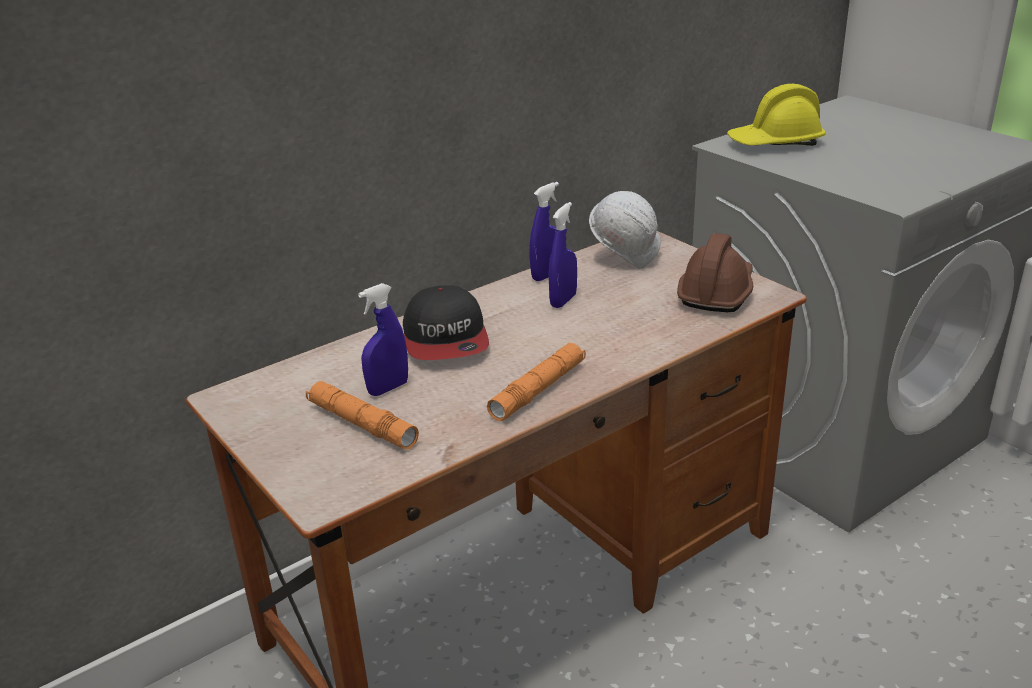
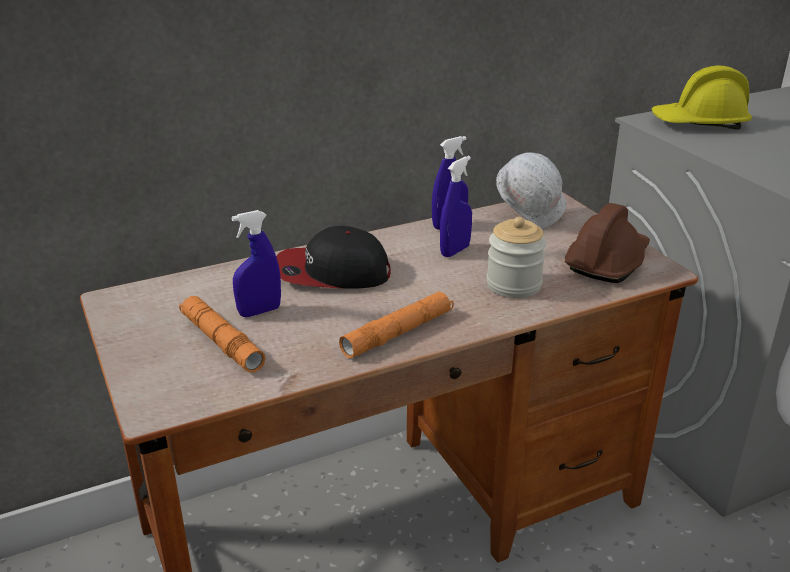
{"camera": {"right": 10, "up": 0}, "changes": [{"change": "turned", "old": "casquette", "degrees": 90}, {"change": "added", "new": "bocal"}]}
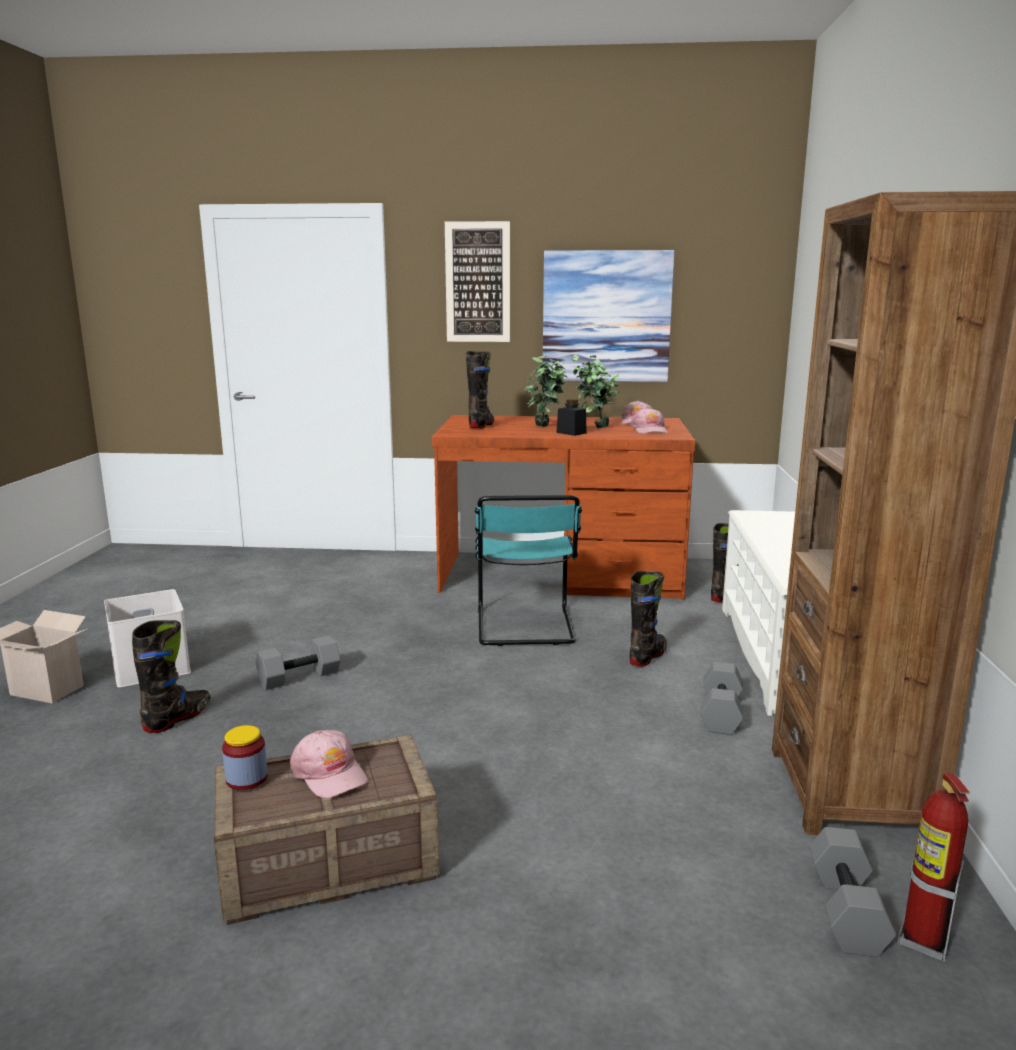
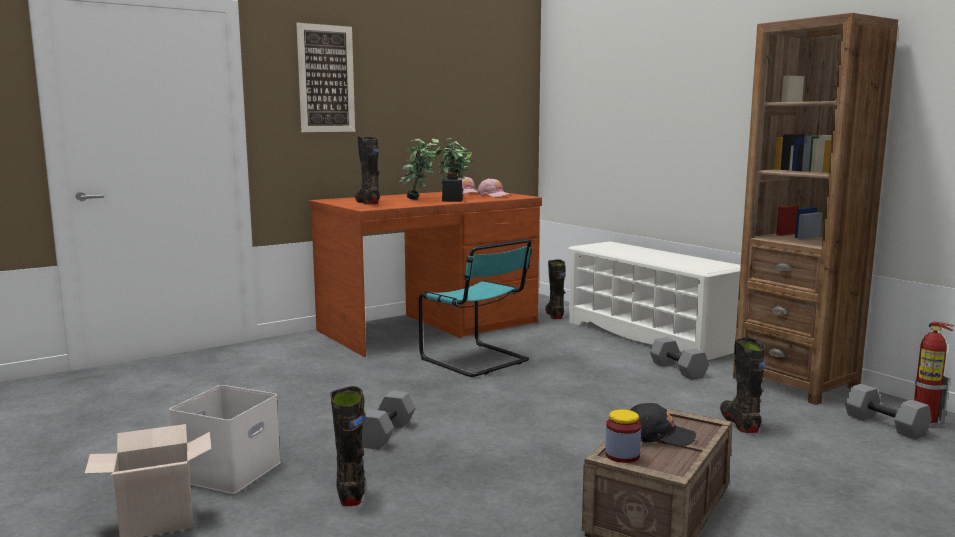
{"camera": {"right": -40, "up": -5}, "changes": [{"change": "recoloured", "old": "casquette [rose] (1st from left)", "new": "casquette [noir]"}, {"change": "moved", "old": "botte [noir] (3rd from left in the first image)", "new": "botte [noir] (4th from left)"}, {"change": "removed", "old": "tableau (2nd from left)"}]}
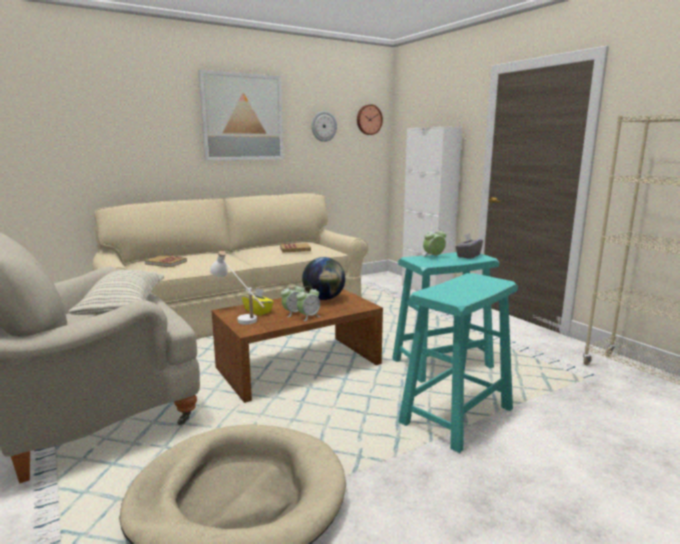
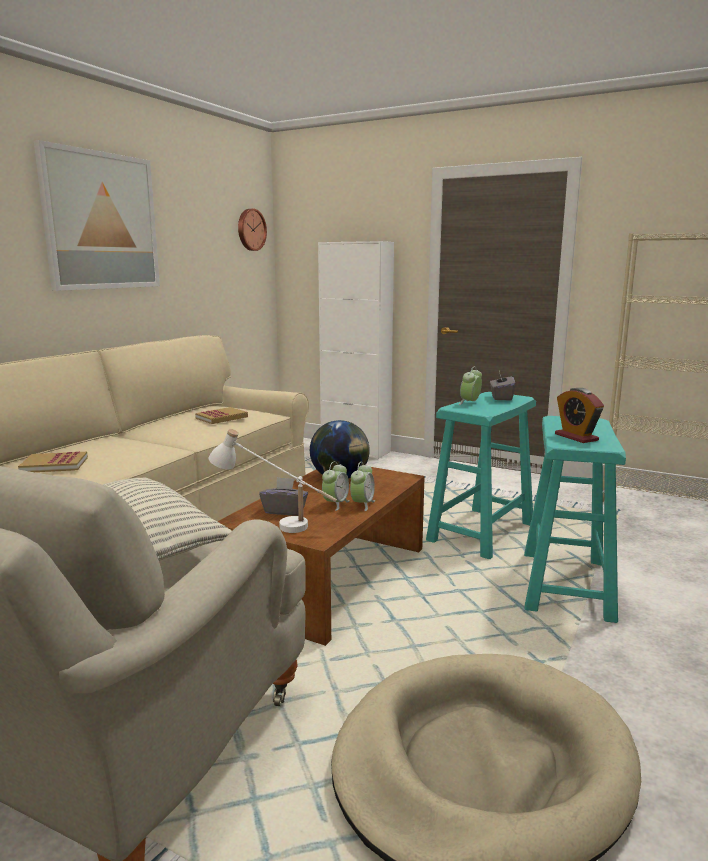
{"camera": {"right": -30, "up": 0}, "changes": [{"change": "recoloured", "old": "boîte à mouchoirs [jaune]", "new": "boîte à mouchoirs [gris] (1st from left)"}, {"change": "added", "new": "réveil (4th from left)"}, {"change": "removed", "old": "horloge murale (1st from left)"}]}
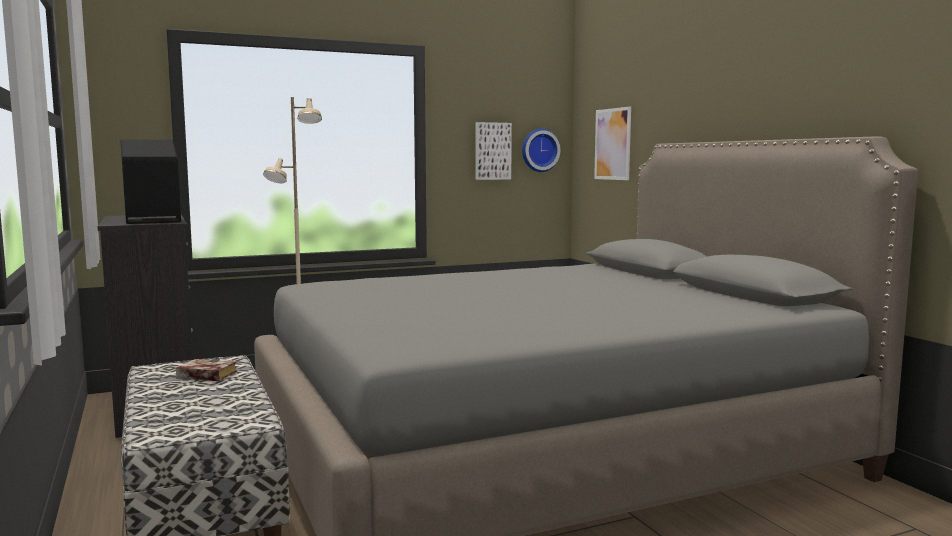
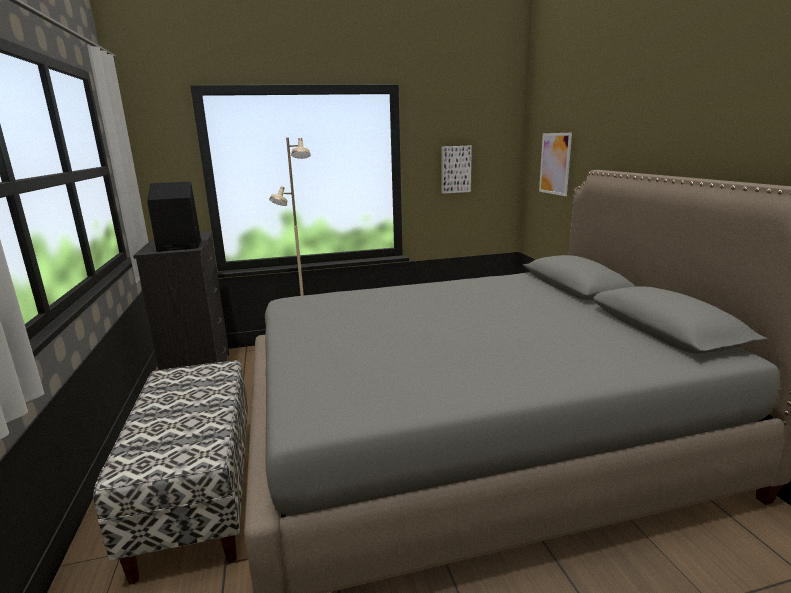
{"camera": {"right": 10, "up": 10}, "changes": [{"change": "removed", "old": "livre"}, {"change": "removed", "old": "horloge murale"}]}
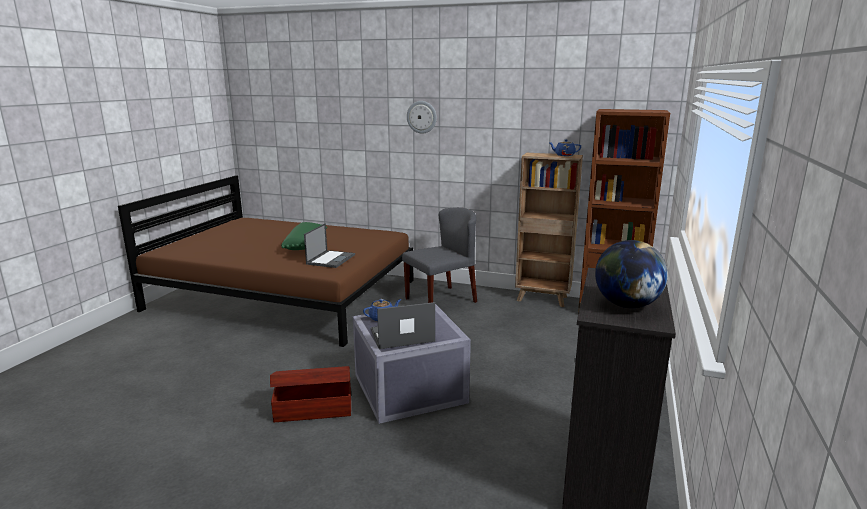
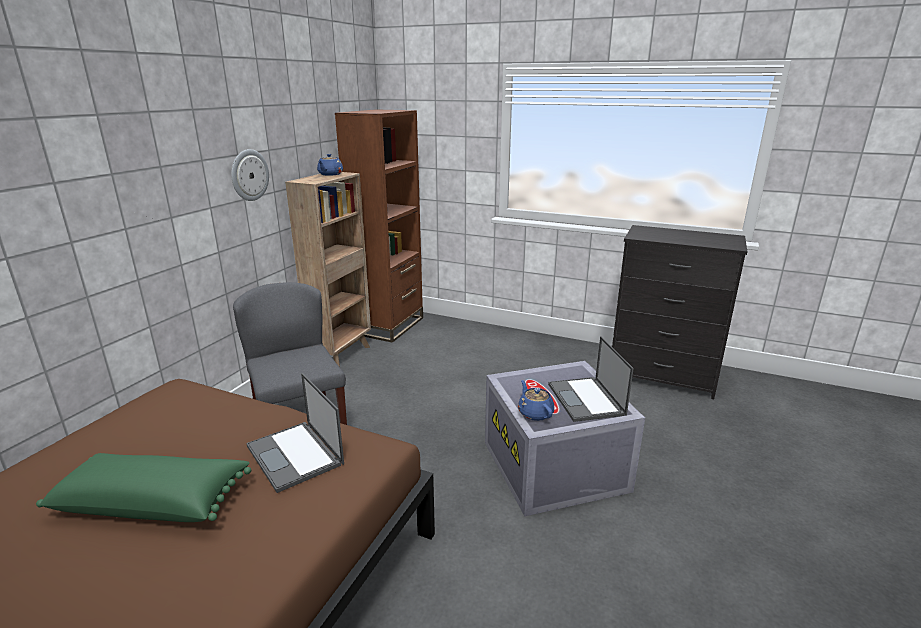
{"camera": {"right": -85, "up": 5}, "changes": [{"change": "moved", "old": "horloge murale"}, {"change": "turned", "old": "ordinateur portable (1st from left)", "degrees": -150}, {"change": "removed", "old": "boîte de rangement [marron]"}, {"change": "removed", "old": "globe"}]}
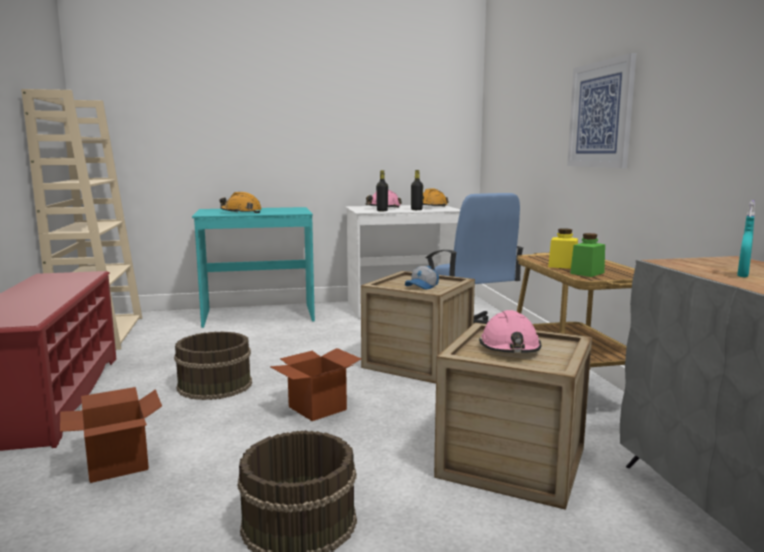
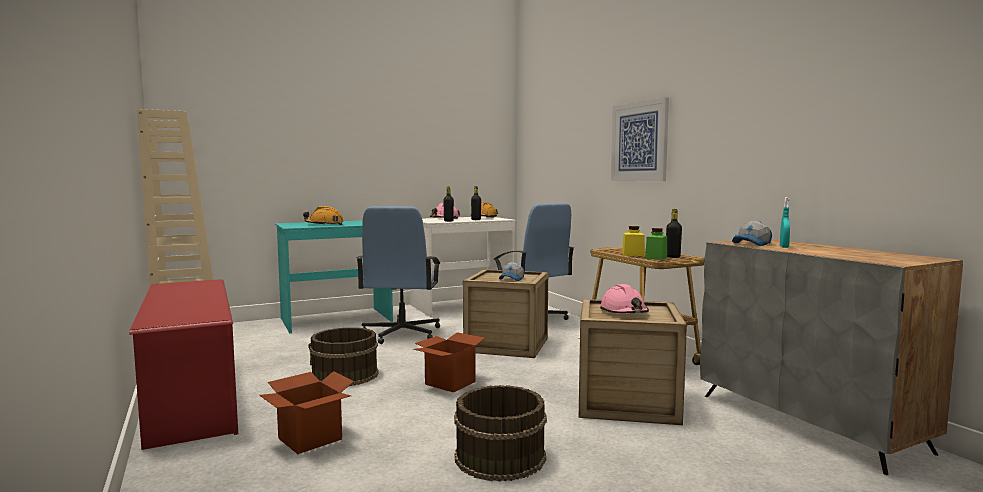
{"camera": {"right": -15, "up": -5}, "changes": [{"change": "added", "new": "chaise de bureau [bleu] (1st from left)"}, {"change": "added", "new": "bouteille [noir] (3rd from left)"}, {"change": "added", "new": "casquette (2nd from left)"}]}
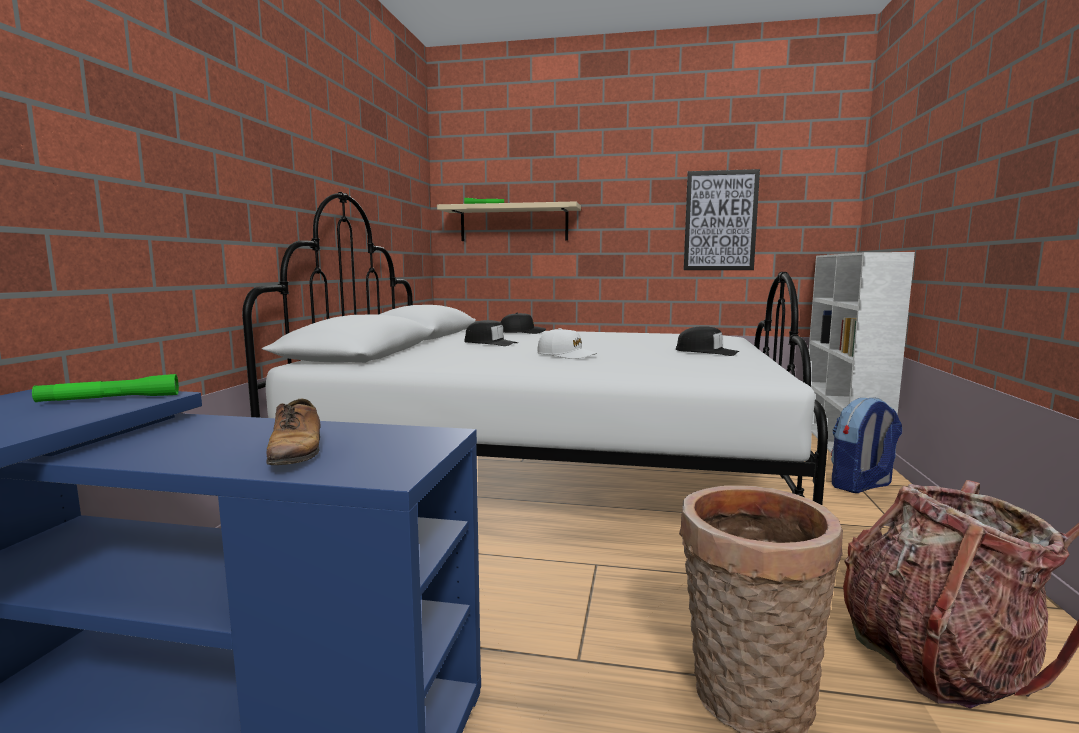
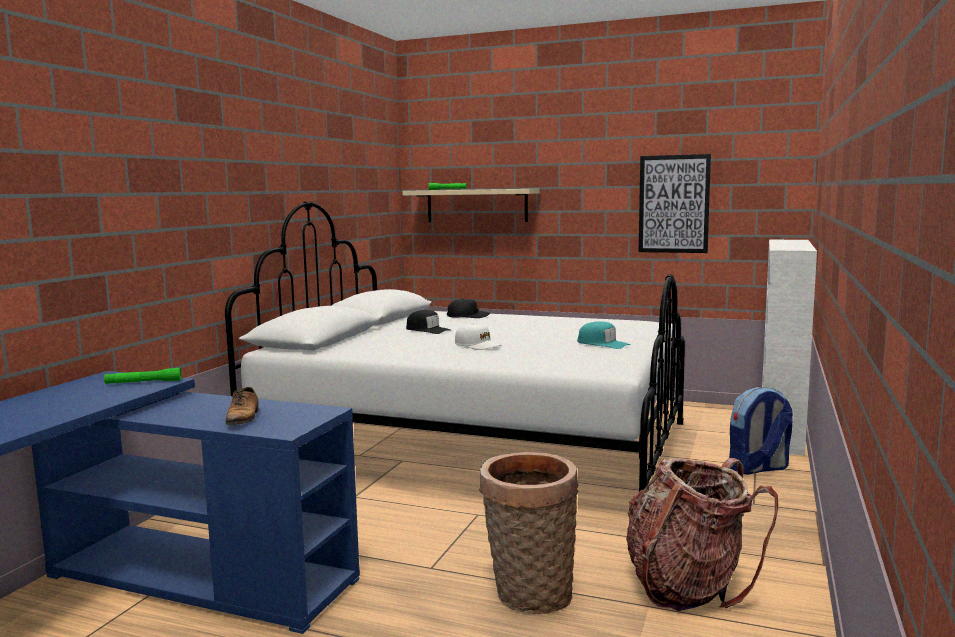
{"camera": {"right": 10, "up": 0}, "changes": [{"change": "recoloured", "old": "casquette [noir] (3rd from left)", "new": "casquette [turquoise]"}]}
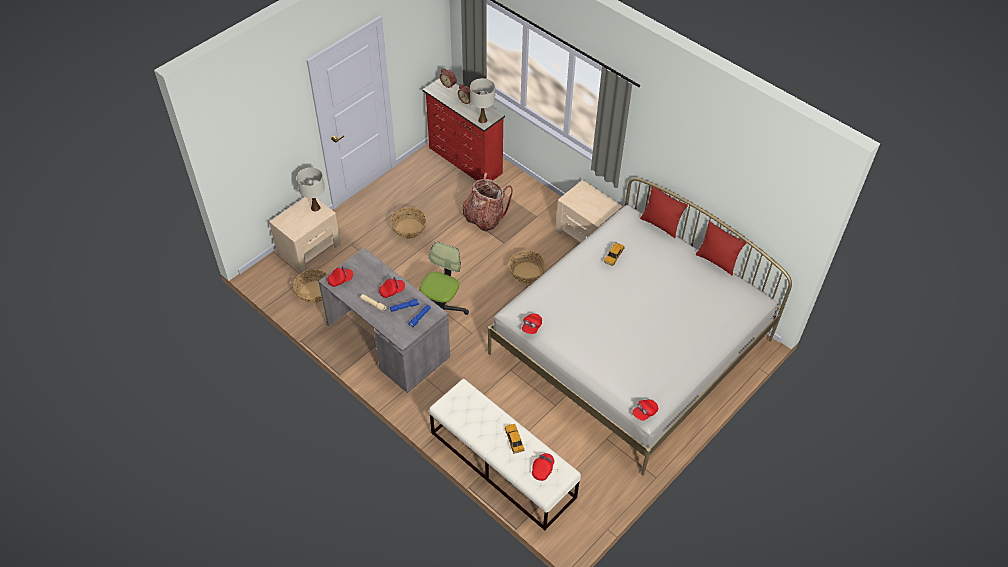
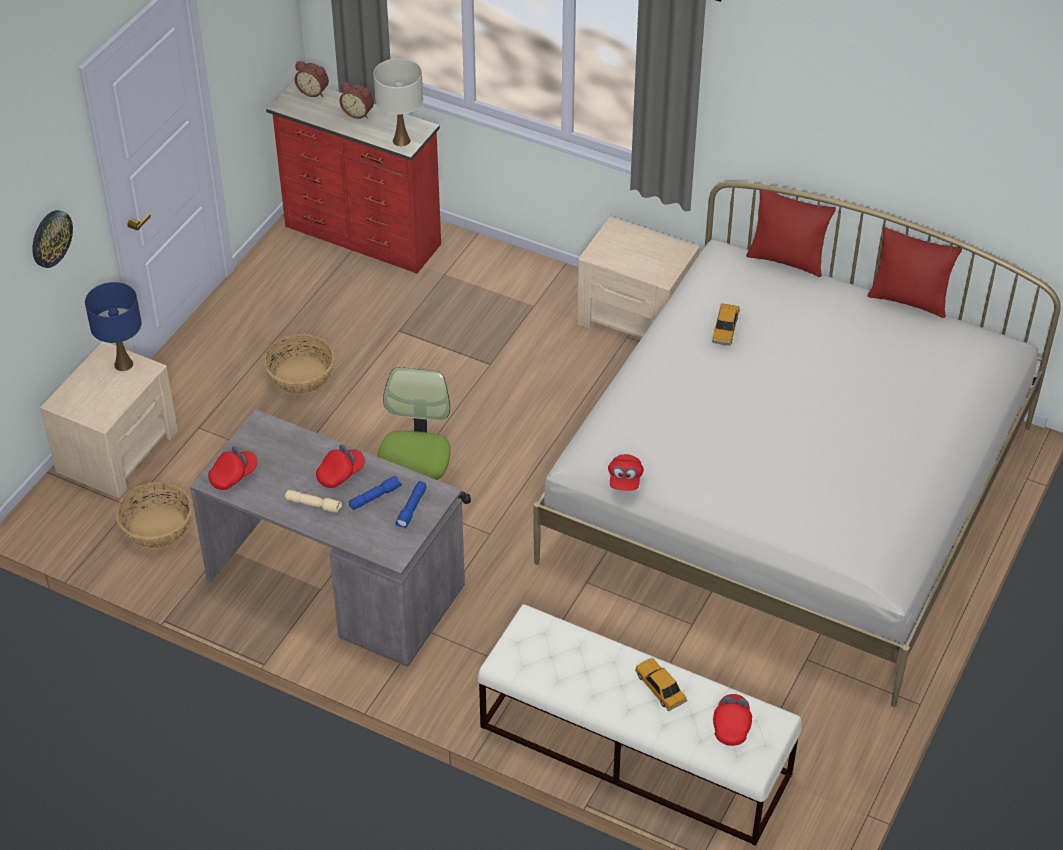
{"camera": {"right": -15, "up": -5}, "changes": [{"change": "added", "new": "horloge murale"}, {"change": "recoloured", "old": "lampe de table [blanc] (1st from left)", "new": "lampe de table [bleu]"}, {"change": "removed", "old": "sac à dos"}, {"change": "removed", "old": "panier (3rd from left)"}, {"change": "removed", "old": "casquette [rouge] (5th from left)"}]}
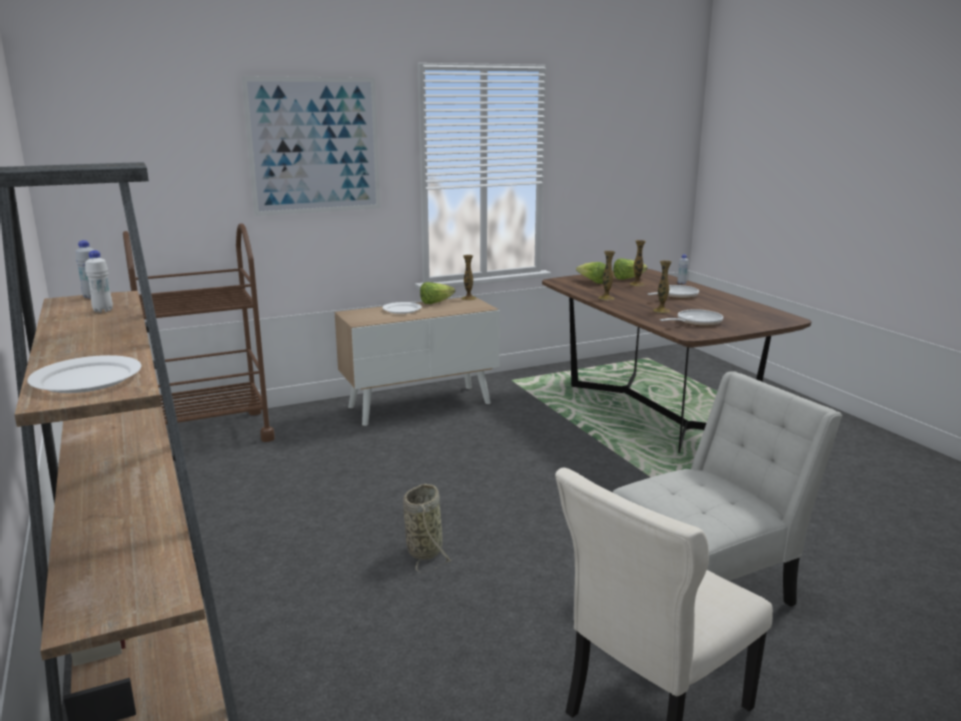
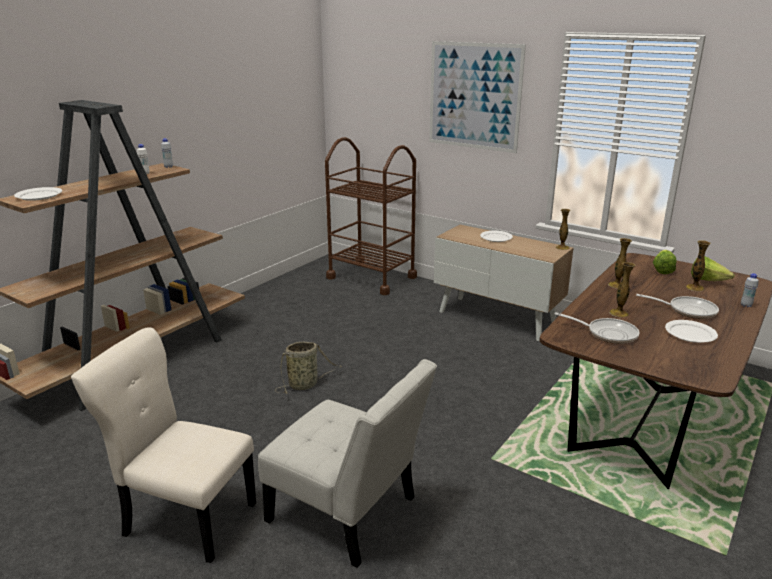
{"camera": {"right": 60, "up": 5}, "changes": [{"change": "added", "new": "assiette [blanc] (3rd from left)"}, {"change": "removed", "old": "laitue (1st from left)"}]}
